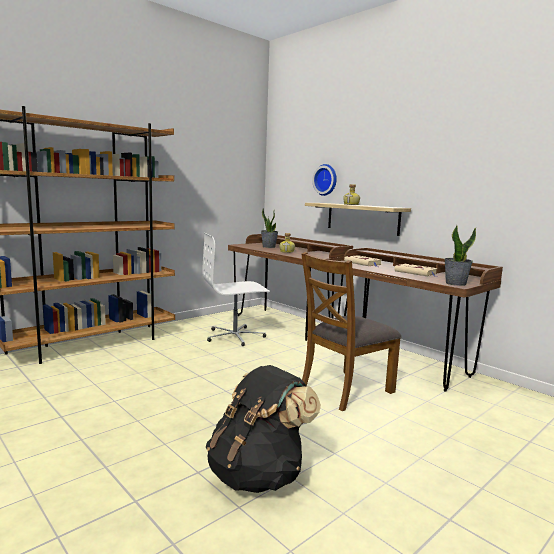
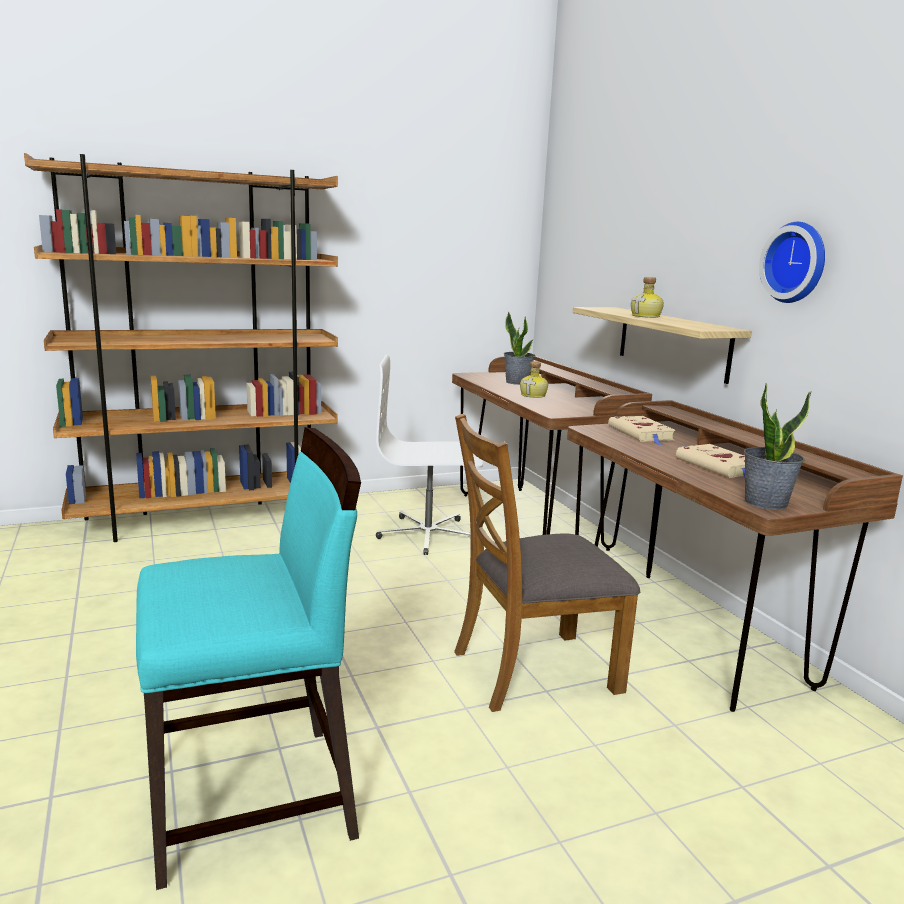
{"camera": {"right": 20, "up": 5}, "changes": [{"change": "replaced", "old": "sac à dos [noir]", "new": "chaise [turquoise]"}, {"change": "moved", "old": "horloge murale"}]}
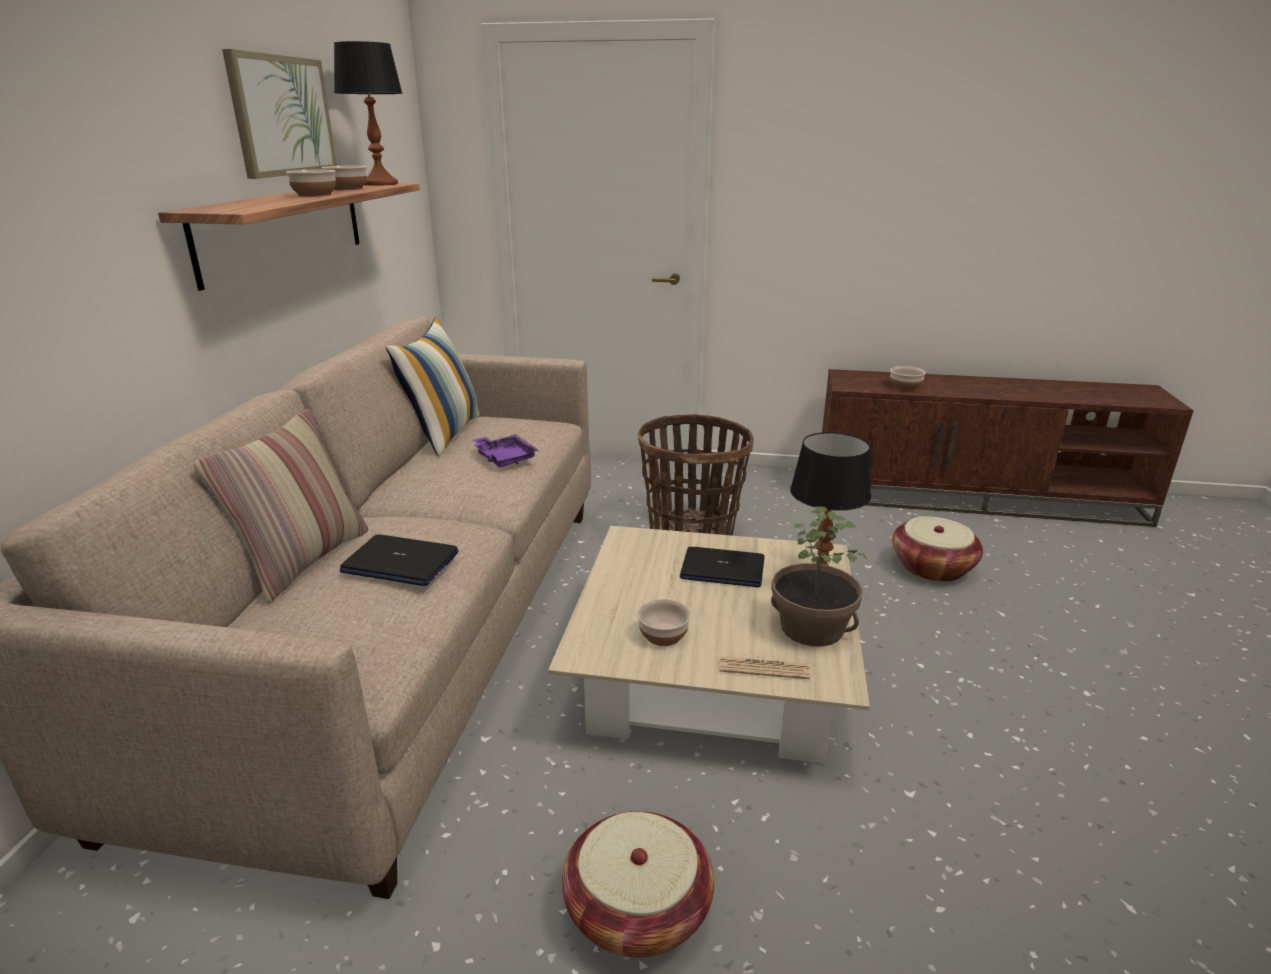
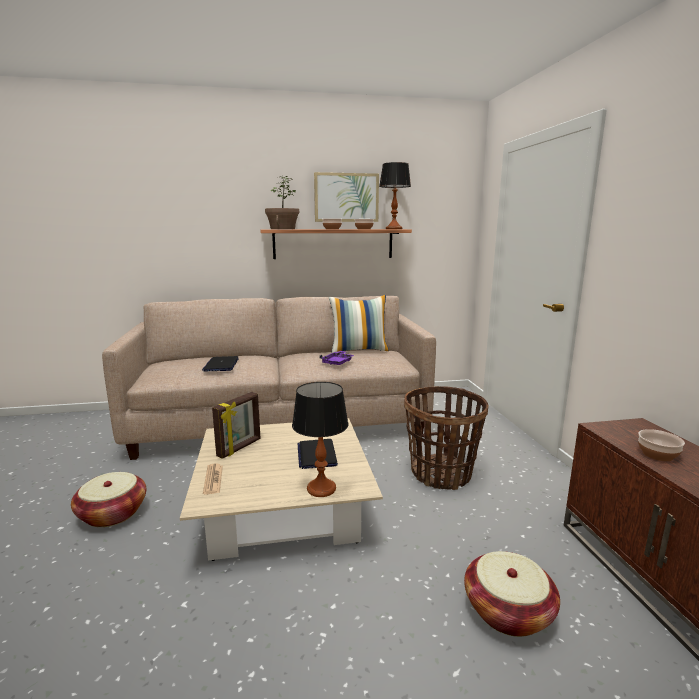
{"camera": {"right": 70, "up": -10}, "changes": [{"change": "replaced", "old": "bol (3rd from left)", "new": "cadre photo"}, {"change": "moved", "old": "plante en pot"}, {"change": "removed", "old": "coussin (1st from left)"}]}
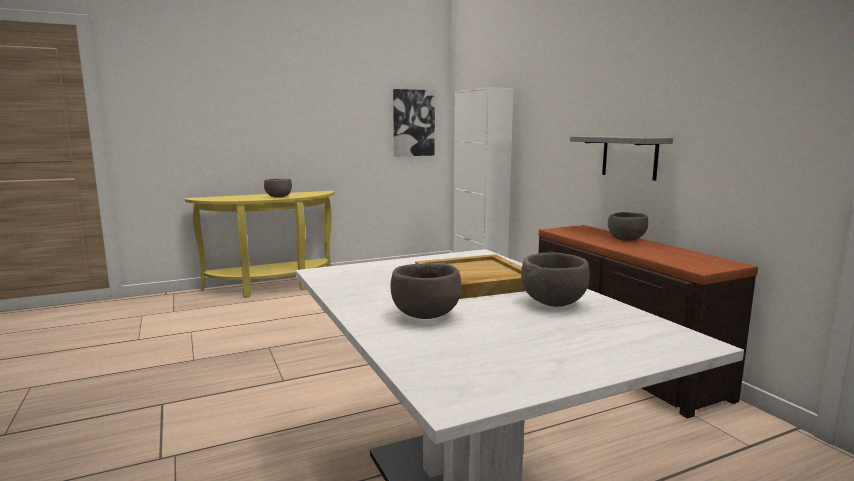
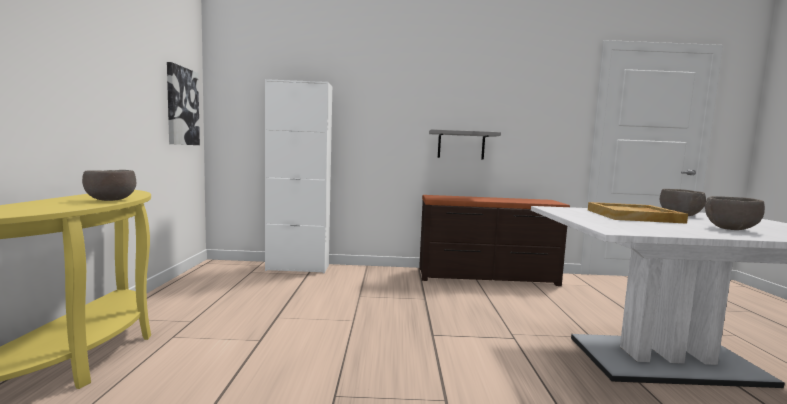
{"camera": {"right": -65, "up": -5}, "changes": [{"change": "removed", "old": "bol [marron] (4th from left)"}]}
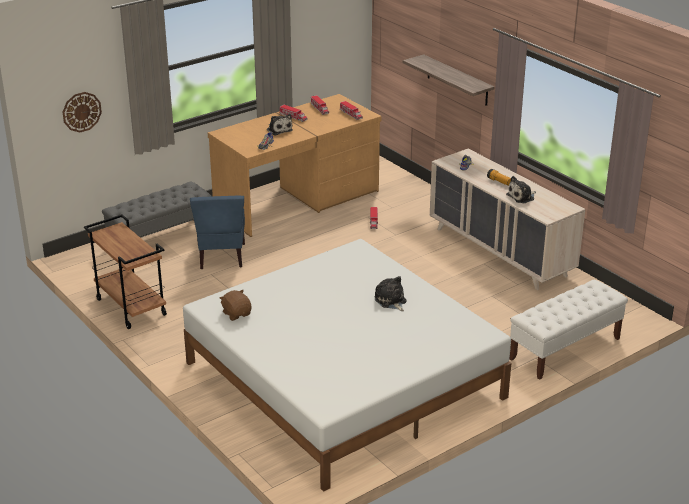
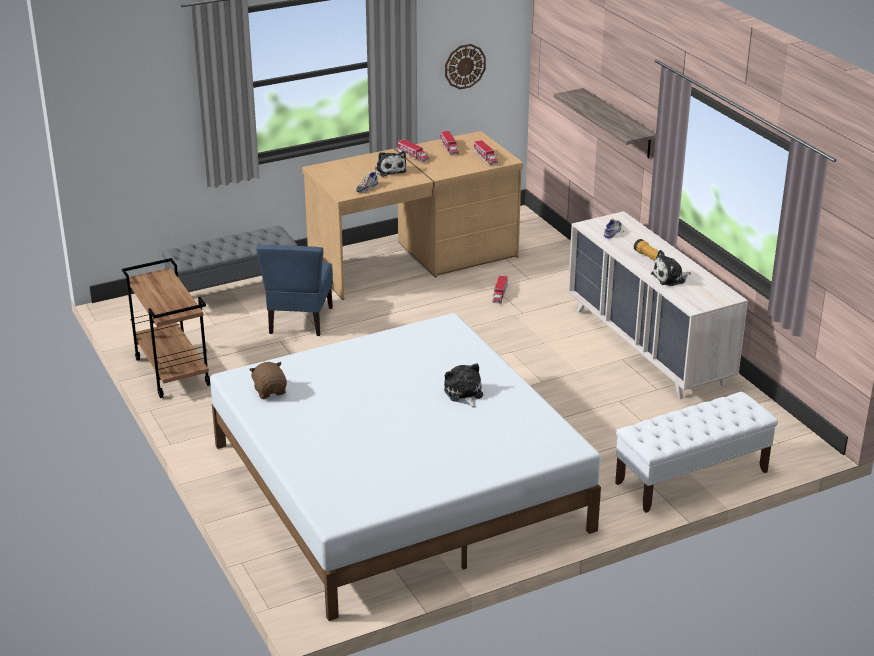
{"camera": {"right": 10, "up": 0}, "changes": [{"change": "moved", "old": "horloge murale"}]}
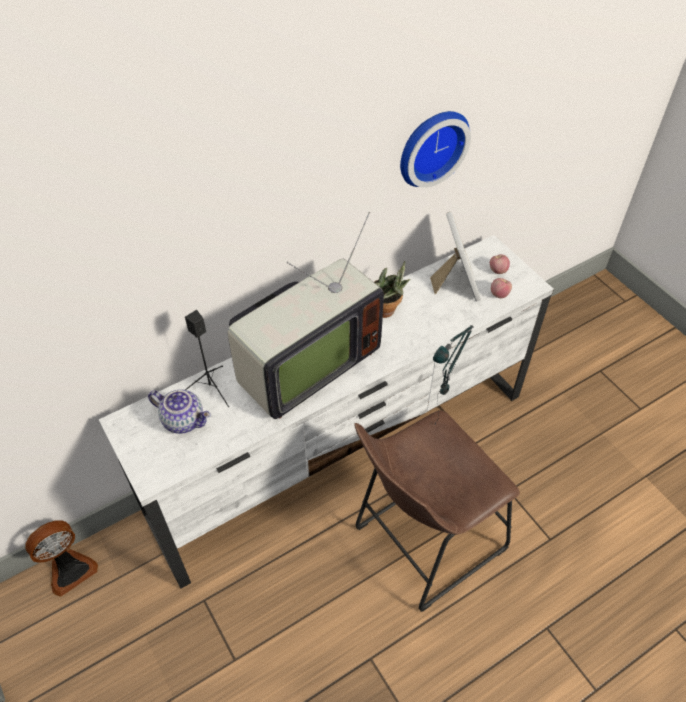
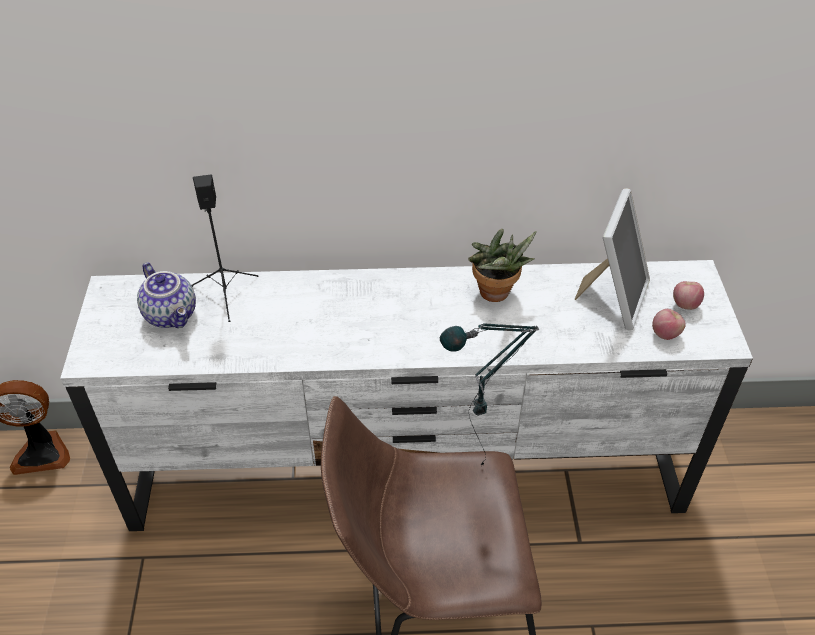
{"camera": {"right": 30, "up": -5}, "changes": [{"change": "removed", "old": "téléviseur"}, {"change": "removed", "old": "horloge murale"}]}
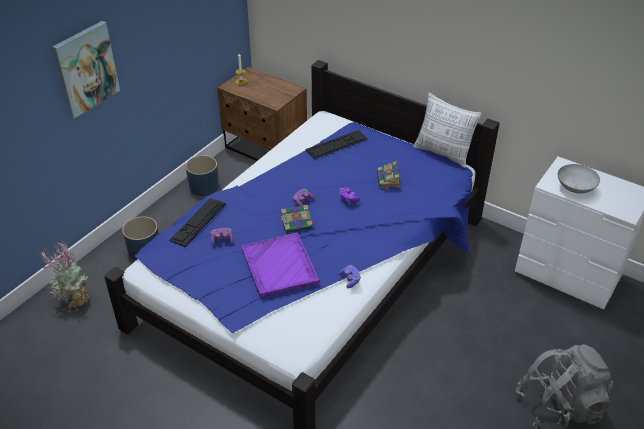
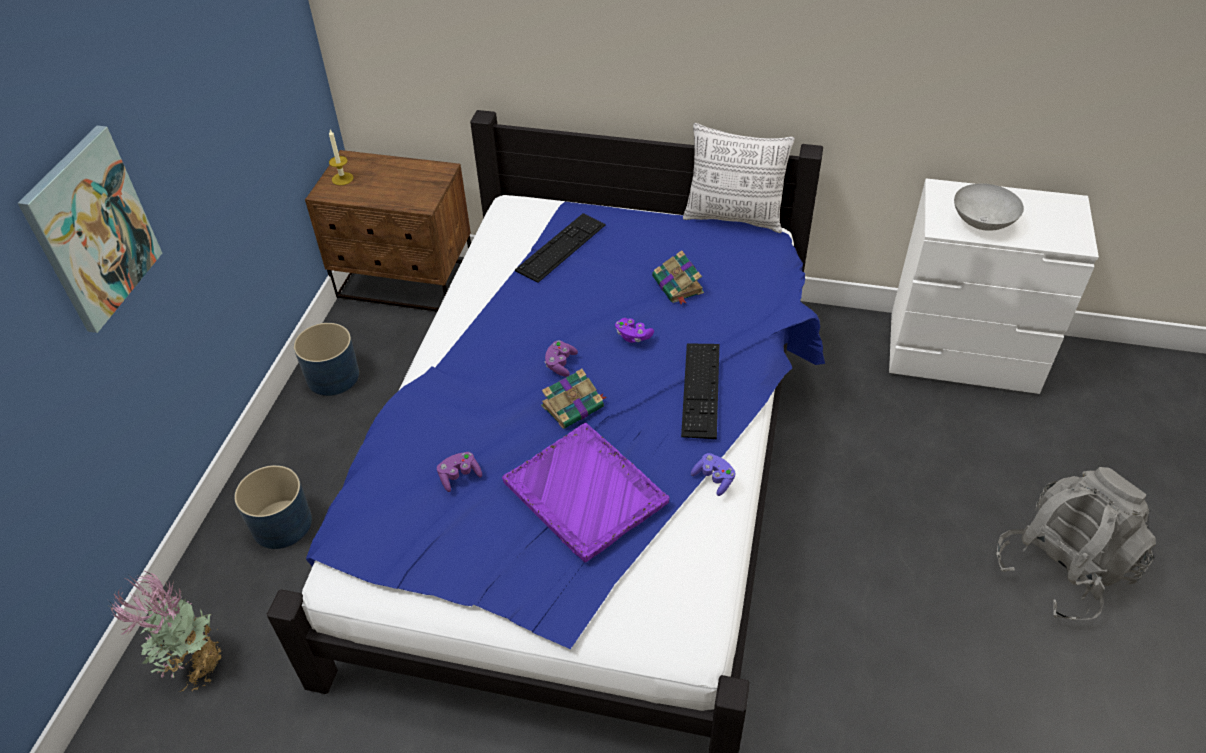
{"camera": {"right": -20, "up": 5}, "changes": [{"change": "moved", "old": "clavier (1st from left in the first image)", "new": "clavier (2nd from left)"}]}
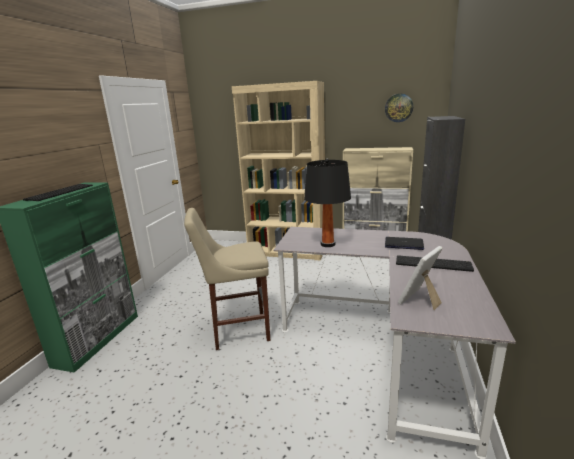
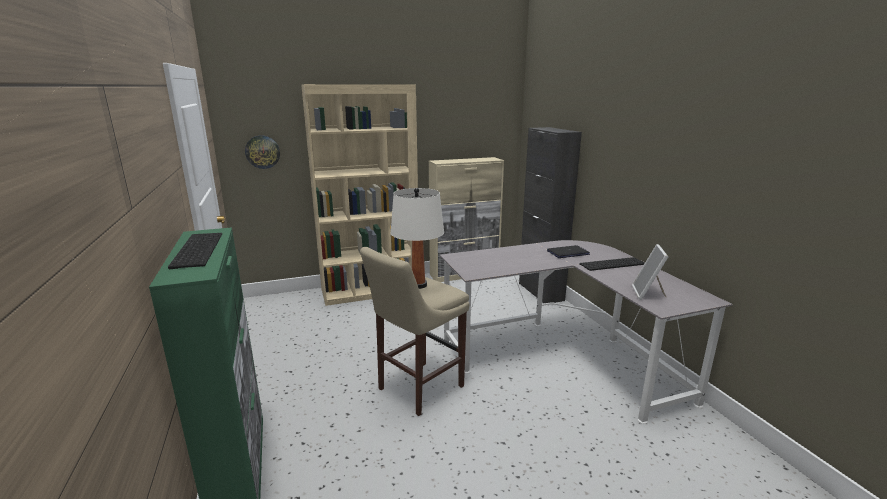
{"camera": {"right": -35, "up": 0}, "changes": [{"change": "moved", "old": "horloge murale"}, {"change": "added", "new": "lampe de table [blanc]"}, {"change": "removed", "old": "lampe de table [noir]"}]}
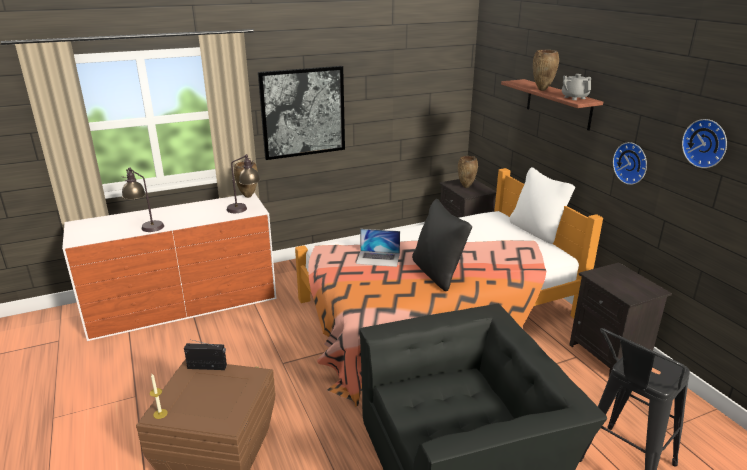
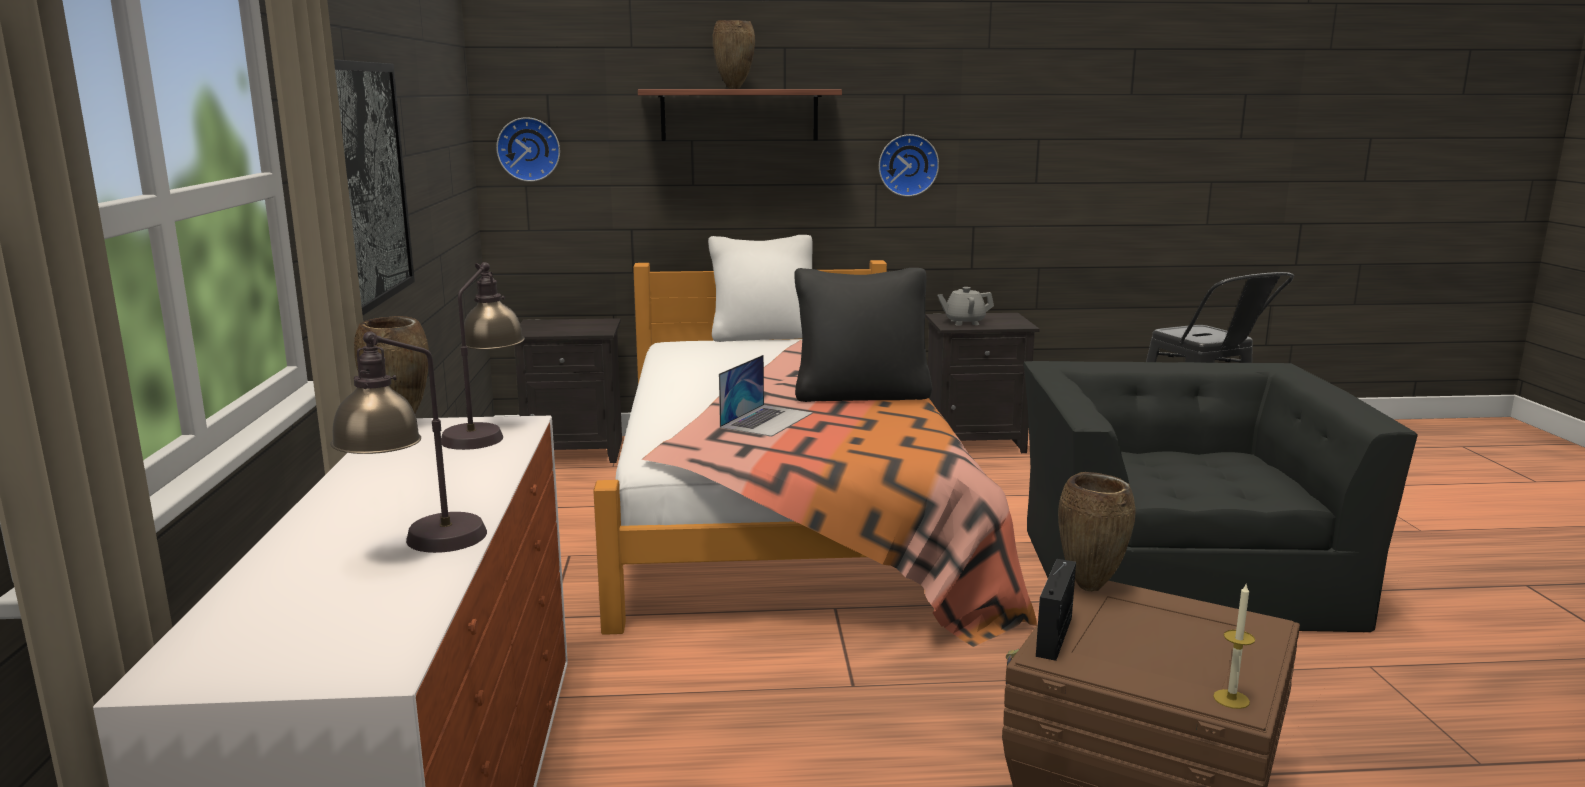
{"camera": {"right": -70, "up": -10}, "changes": [{"change": "moved", "old": "horloge murale (2nd from left in the first image)", "new": "horloge murale (1st from left)"}, {"change": "moved", "old": "théière [gris]"}, {"change": "moved", "old": "vase [marron] (2nd from left in the first image)", "new": "vase [marron] (3rd from left)"}]}
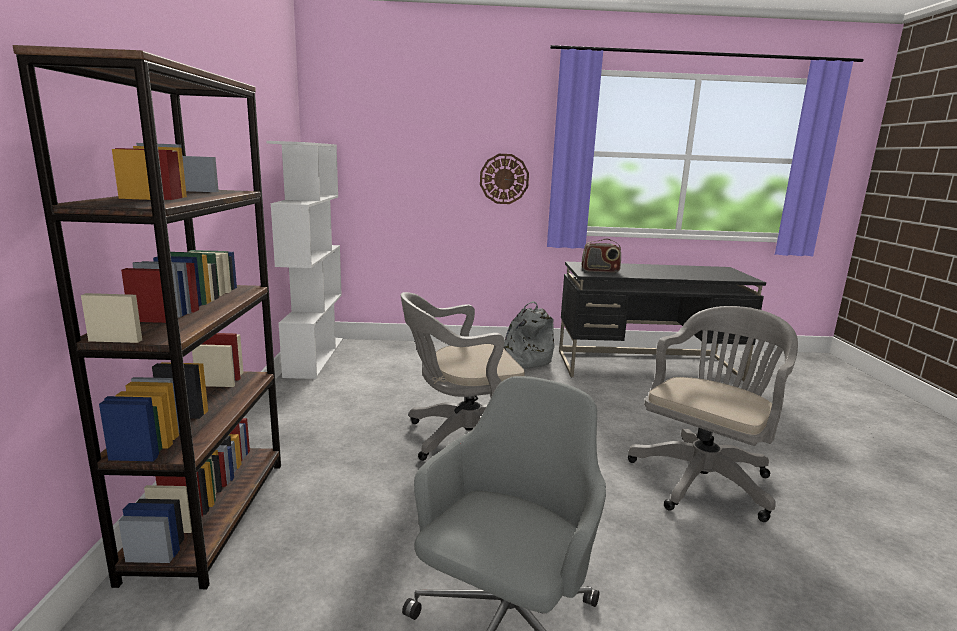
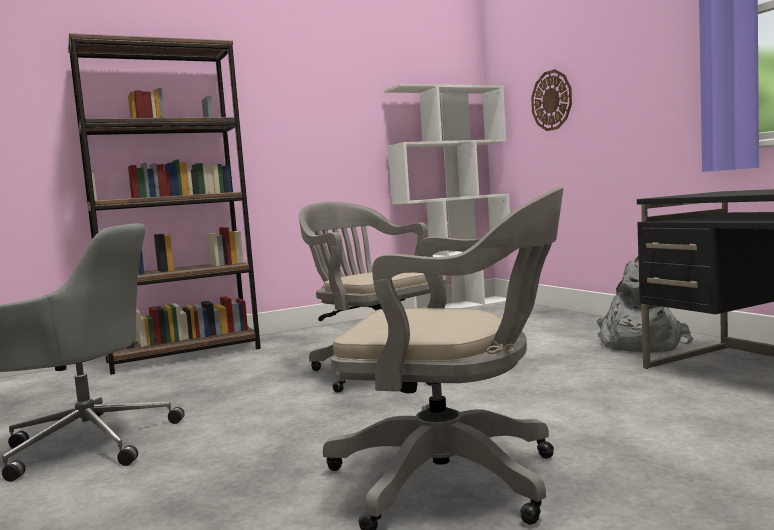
{"camera": {"right": 65, "up": -10}, "changes": [{"change": "moved", "old": "horloge murale"}, {"change": "removed", "old": "radio"}]}
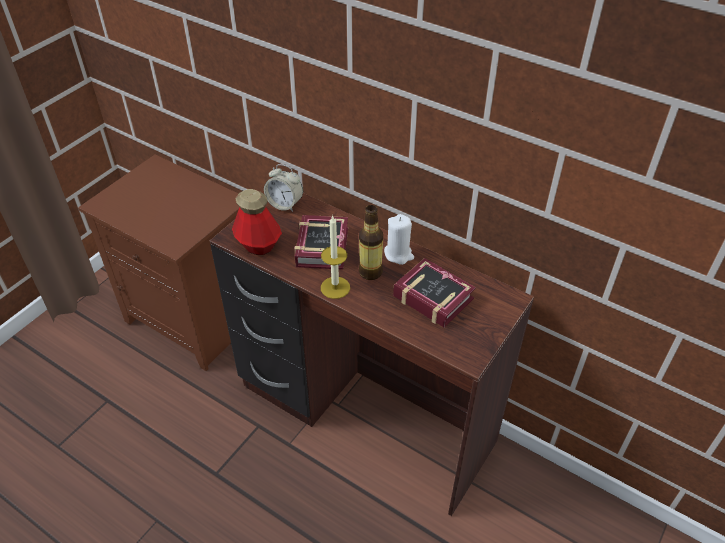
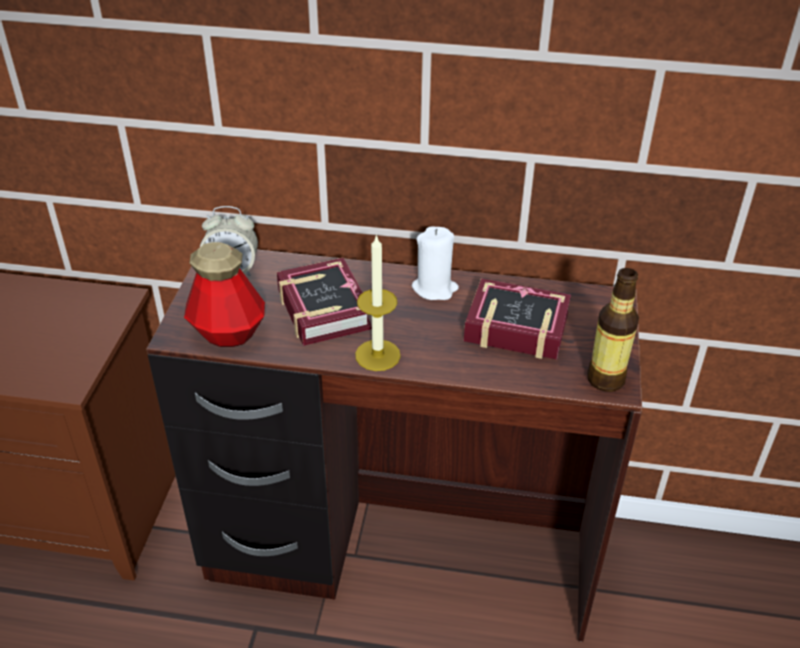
{"camera": {"right": -25, "up": -5}, "changes": [{"change": "moved", "old": "bouteille (2nd from left)"}]}
